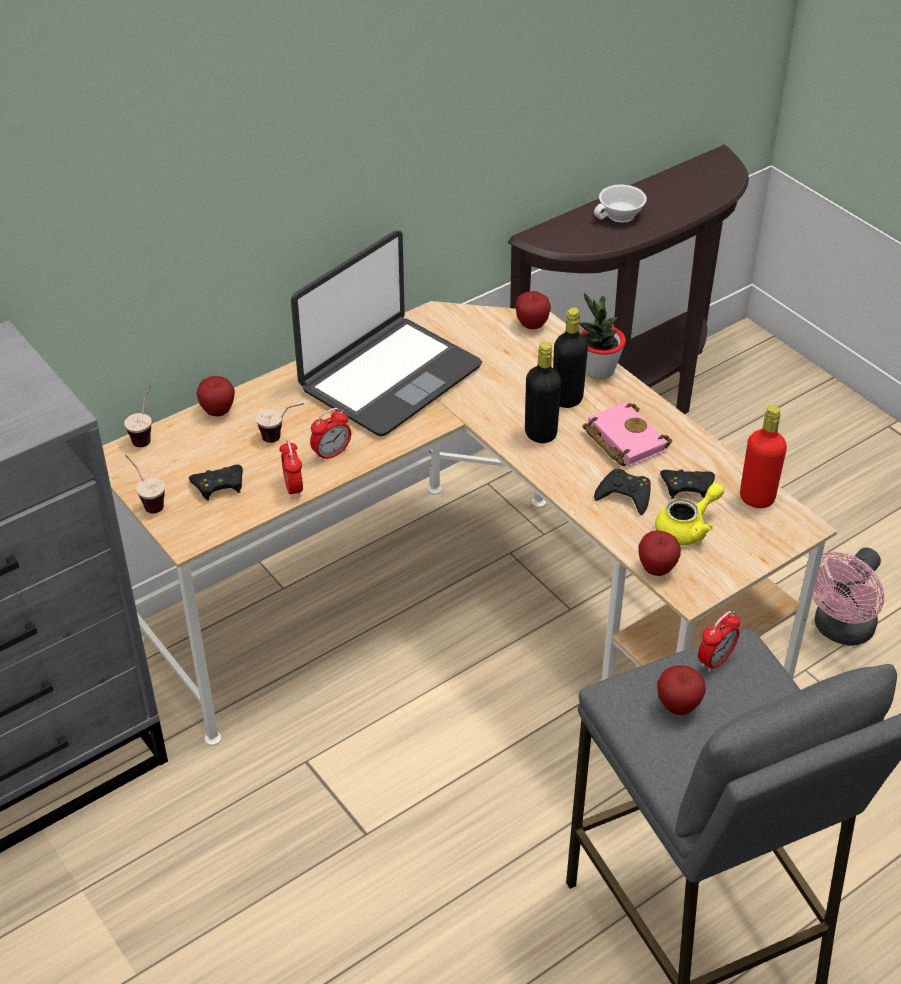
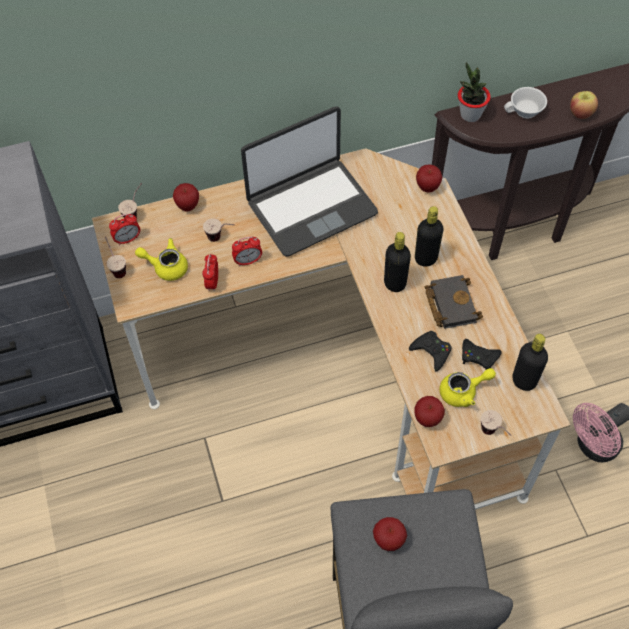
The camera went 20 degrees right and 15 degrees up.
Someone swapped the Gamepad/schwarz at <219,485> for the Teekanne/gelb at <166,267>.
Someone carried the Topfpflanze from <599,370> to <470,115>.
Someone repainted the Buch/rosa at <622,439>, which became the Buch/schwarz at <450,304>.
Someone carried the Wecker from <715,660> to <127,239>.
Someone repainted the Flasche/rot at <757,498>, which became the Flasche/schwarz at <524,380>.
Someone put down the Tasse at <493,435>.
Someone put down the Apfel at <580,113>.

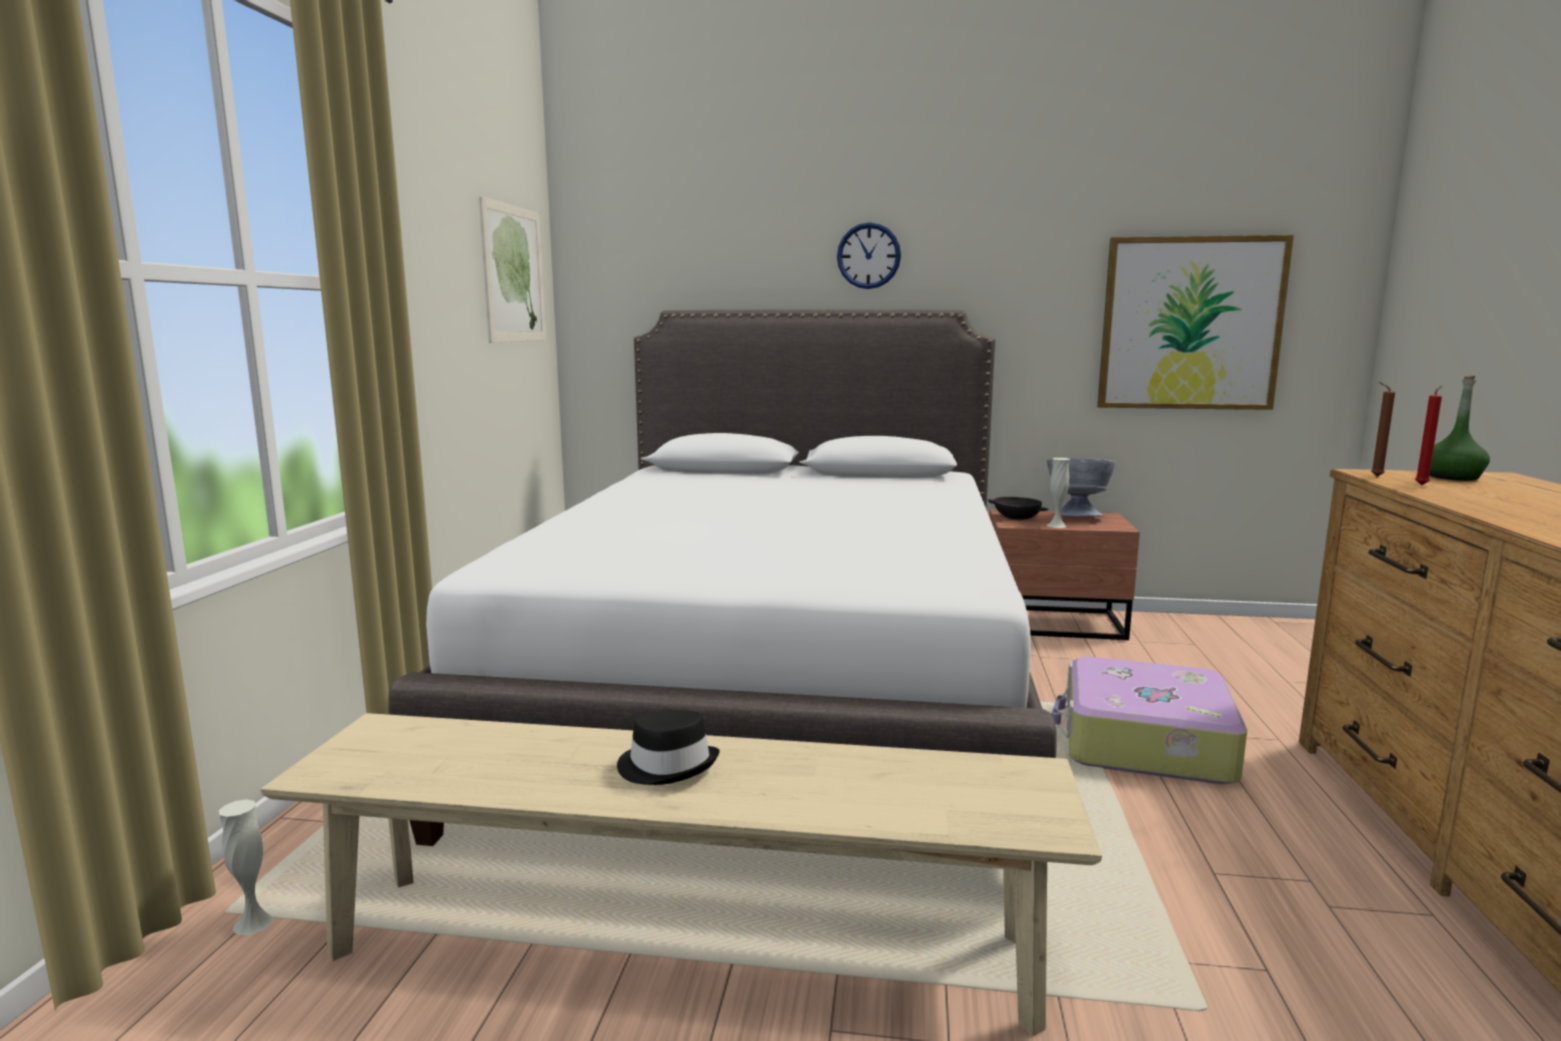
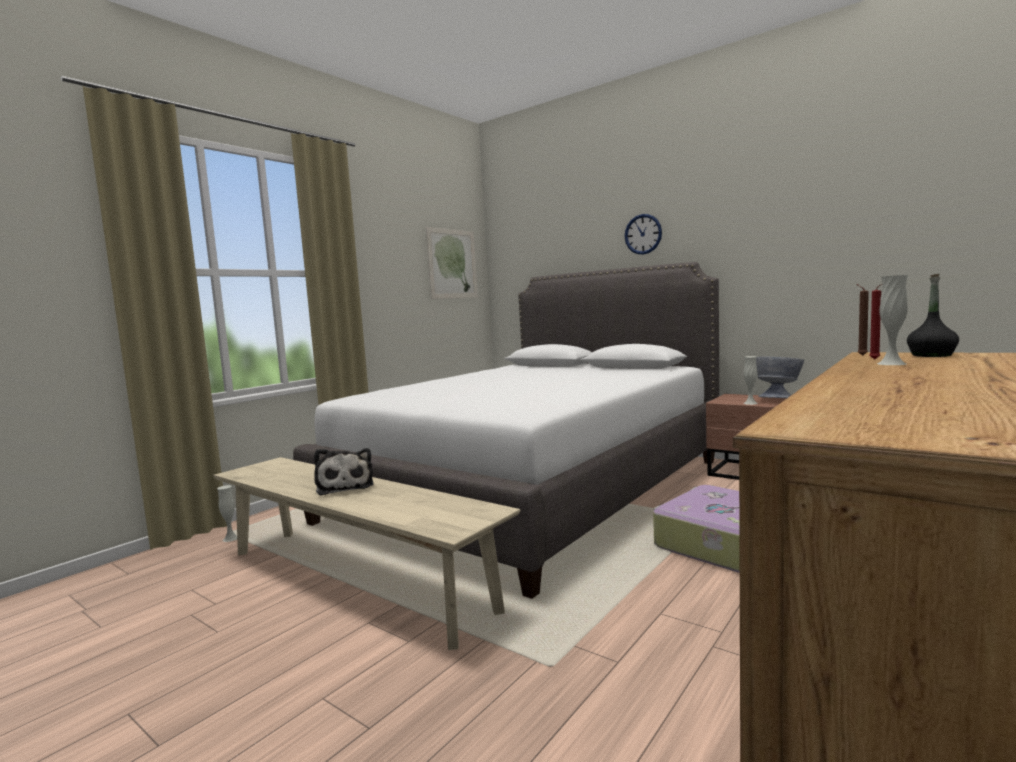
The camera went 30 degrees right and 5 degrees down.
Someone swapped the Hut/schwarz at <667,765> for the Plüschtier at <345,486>.
Someone took away the Schüssel/schwarz at <1017,517>.
Someone took away the Bild at <1190,324>.
Someone repainted the Flasche/grün at <1452,477>, which became the Flasche/schwarz at <931,355>.
Someone put down the Vase/weiß at <891,363>.

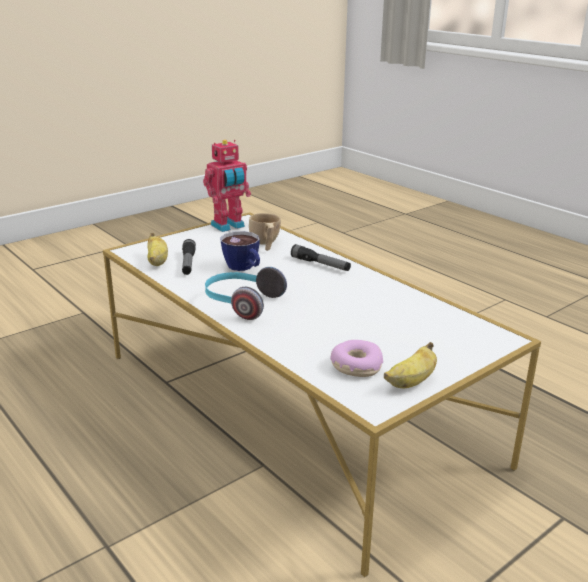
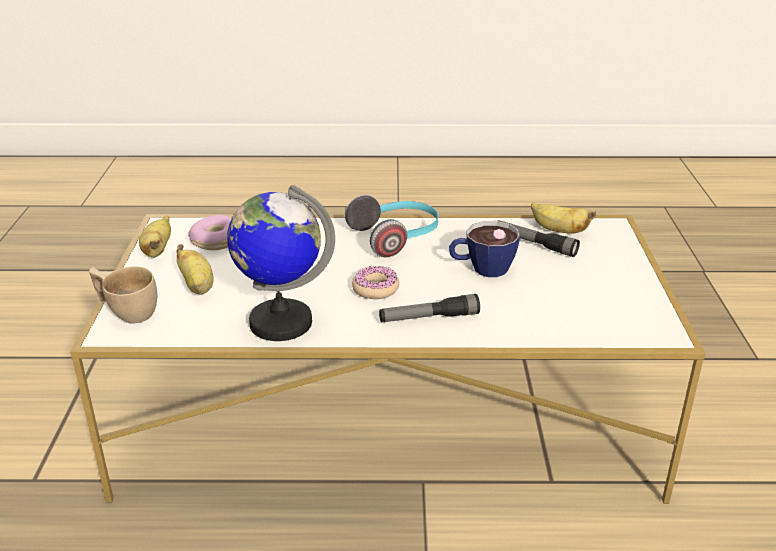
The camera went 130 degrees right and 5 degrees up.
Someone took away the Spielzeugroboter at <229,226>.
Someone carried the Tasse/beige from <265,244> to <127,311>.
Someone put down the Banane at <197,286>.
Someone put down the Globus at <280,322>.
Someone put down the Donut at <375,289>.

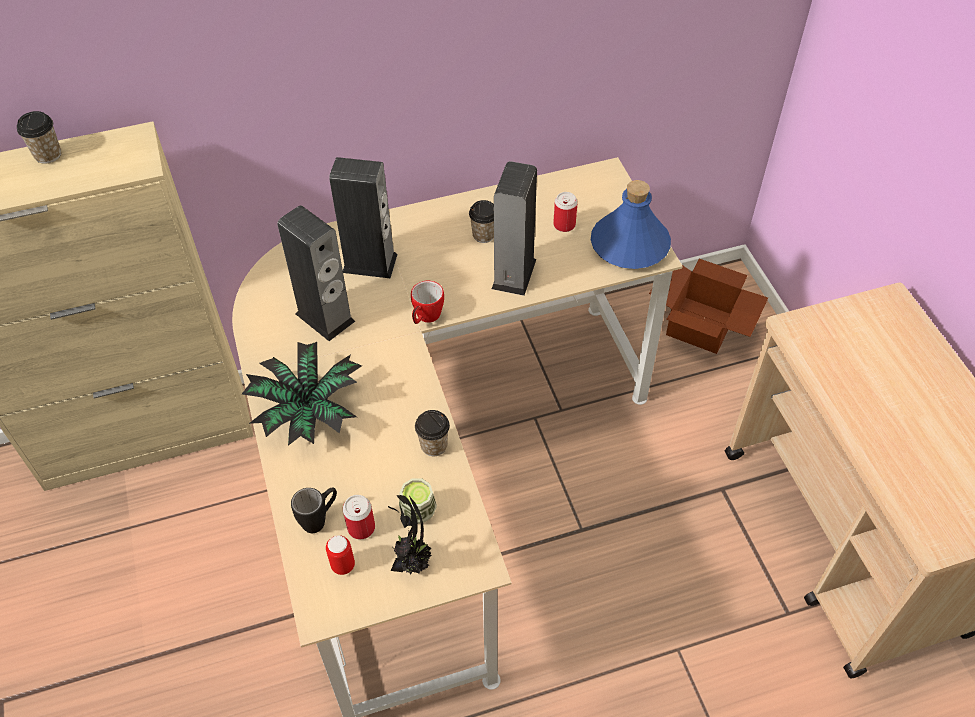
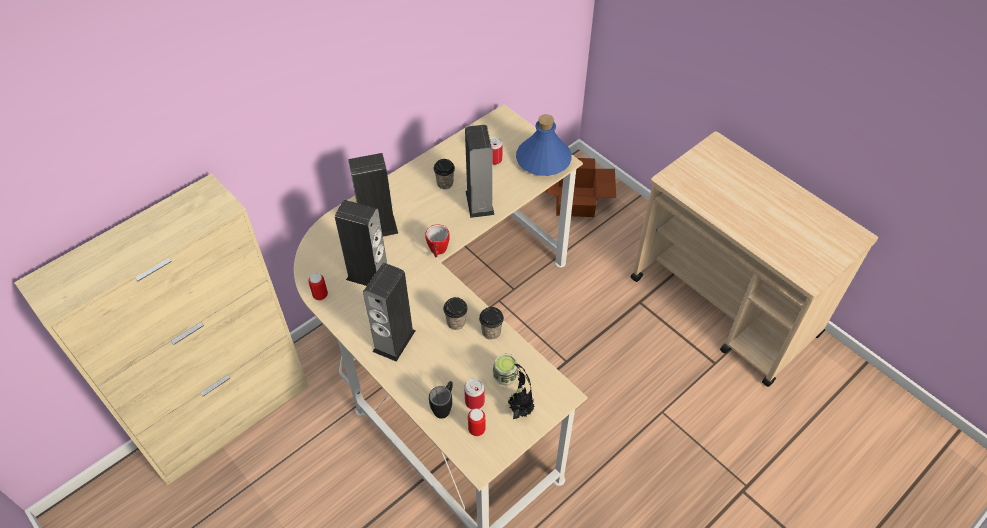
The camera went 25 degrees left and 0 degrees up.
Someone carried the Tasse from <48,155> to <456,322>.
Someone swapped the Topfpflanze at <308,411> for the Lautsprecher at <394,341>.
Someone put down the Dose at <320,295>.

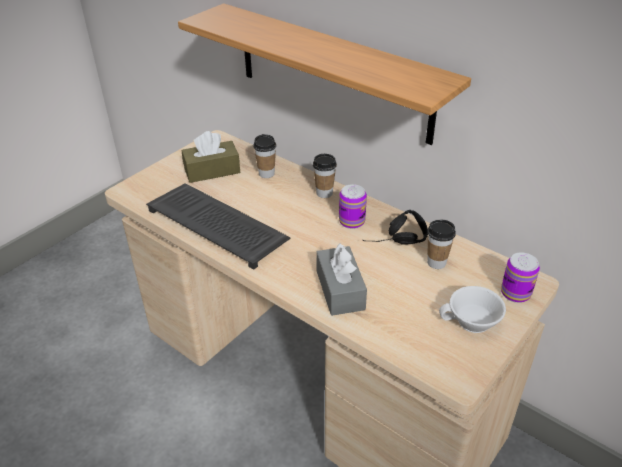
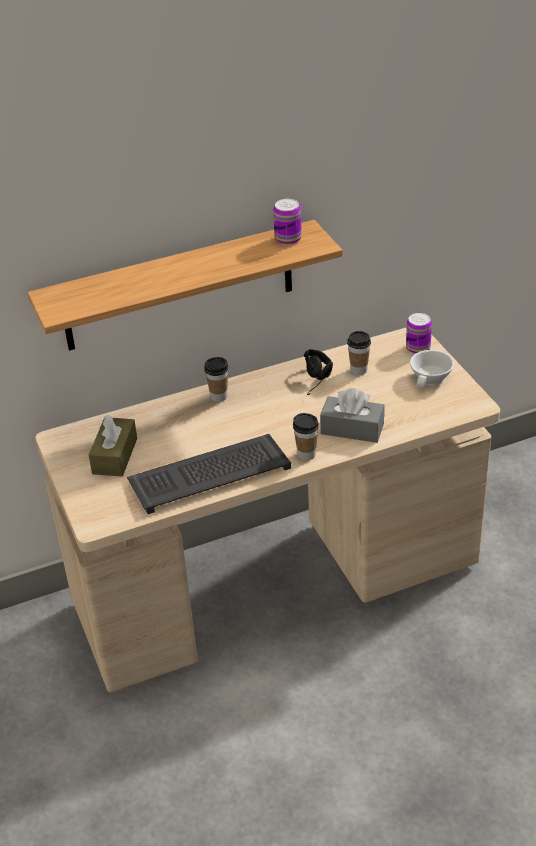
The camera went 60 degrees left and 0 degrees up.
Someone carried the Tasse from <266,174> to <306,454>.
Someone carried the Dose from <352,221> to <288,238>.

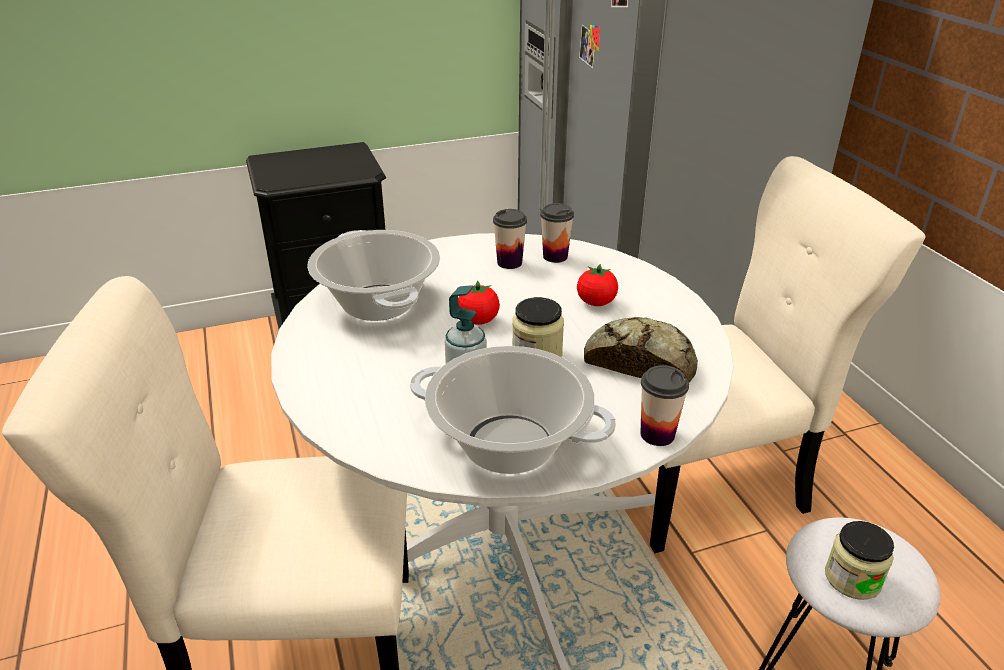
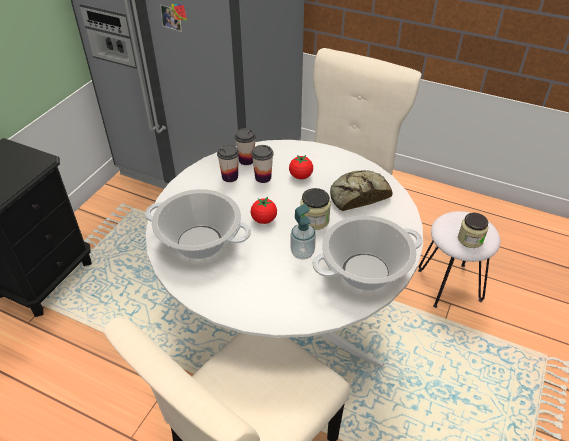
The camera went 45 degrees left and 10 degrees up.
Someone carried the Tasse from <657,434> to <263,177>.

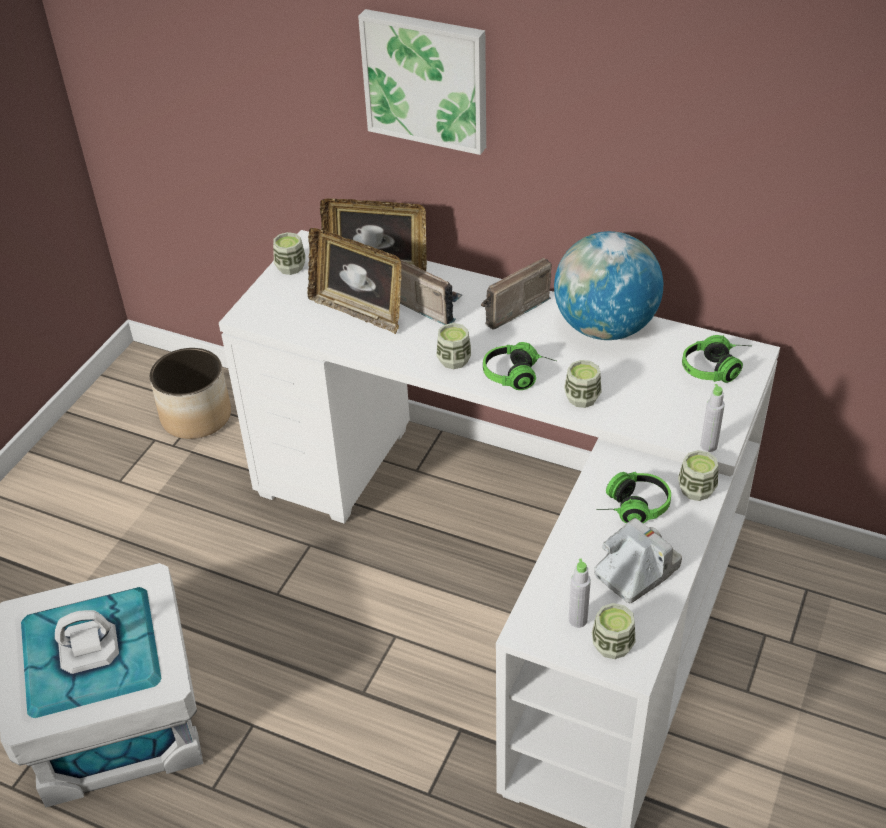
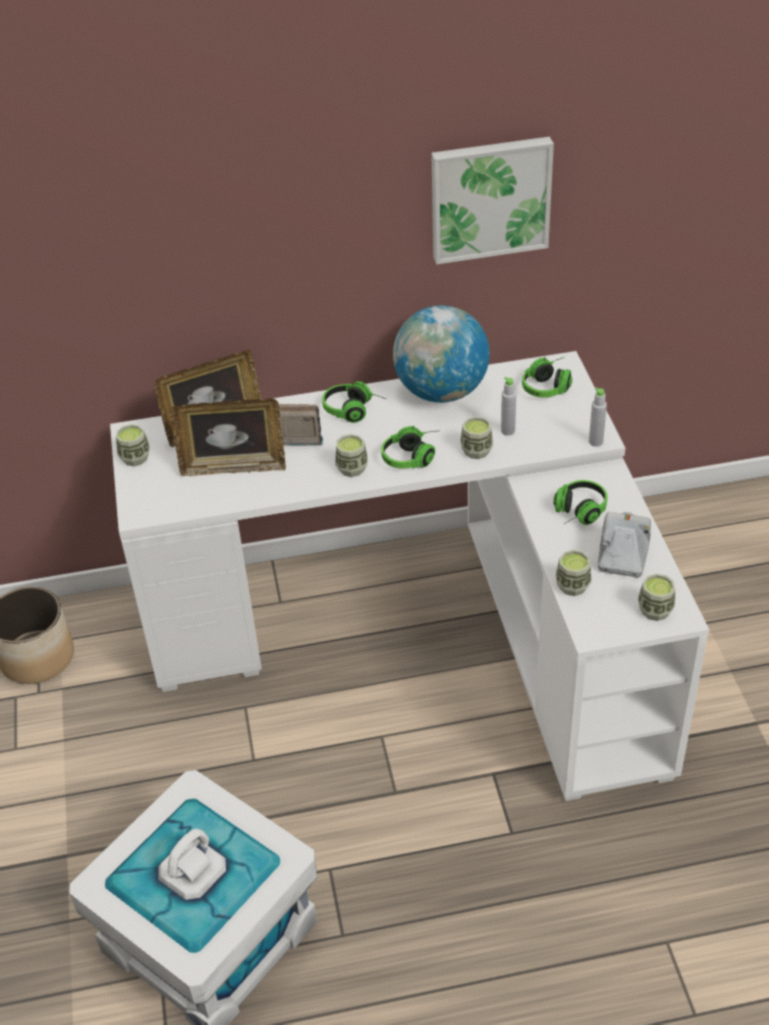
The camera went 35 degrees left and 0 degrees up.
Someone carried the Bild from <427,79> to <489,198>.
Someone swapped the Radio at <508,309> for the Kopfhörer at <354,410>.
Someone carried the Flasche/grau from <577,620> to <507,431>.
Someone carried the Tasse from <696,489> to <572,586>.

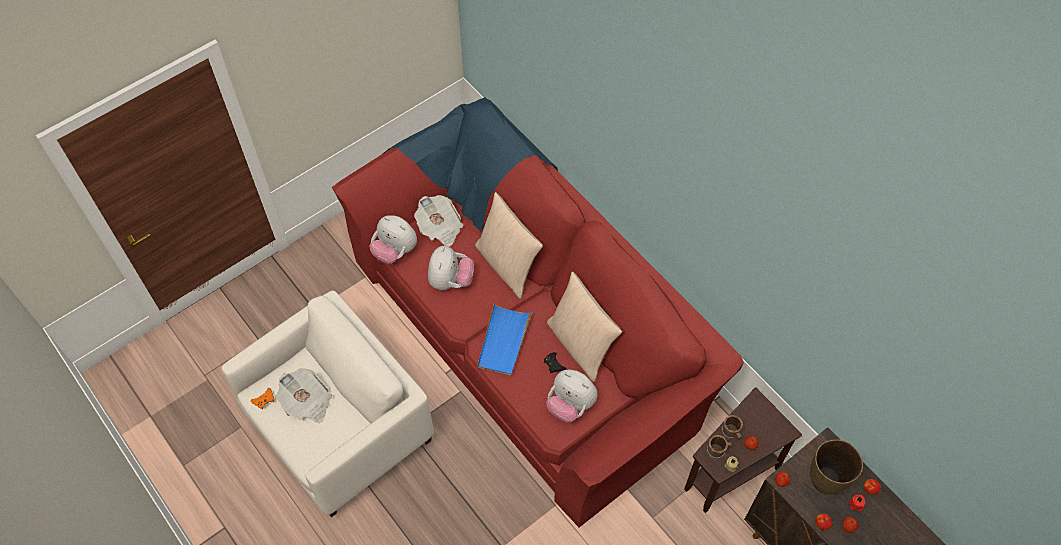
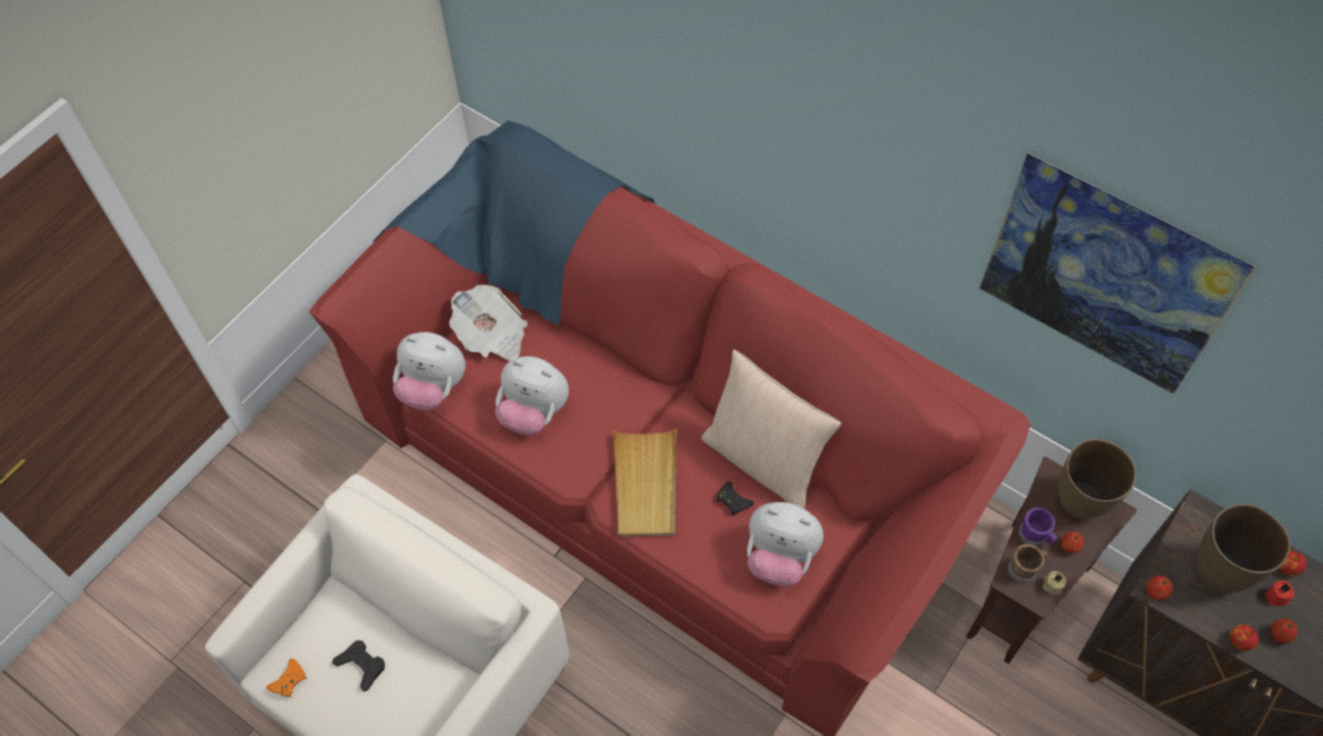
The camera went 15 degrees left and 0 degrees up.
Someone swapped the Zeitung at <307,402> for the Gamepad/schwarz at <361,665>.
Someone rotated the Plüschtier at <451,280> by 120 degrees clockwise.
Someone took away the Kissen/beige at <508,265>.
Someone repainted the Tablett/blau at <503,341>, which became the Tablett/beige at <645,485>.
Someone repainted the Henkelbecher/braun at <731,433>, which became the Henkelbecher/lila at <1035,536>.
Someone put up the Bild at <1088,310>.
Someone put down the Vase/braun at <1080,503>.

